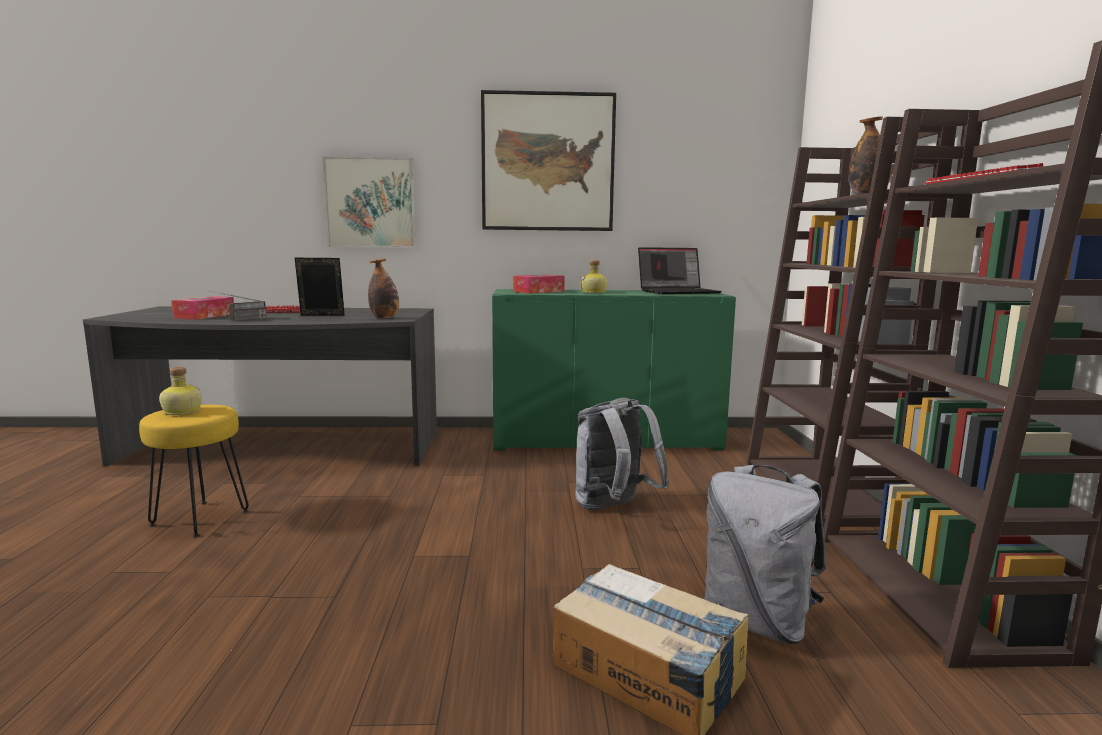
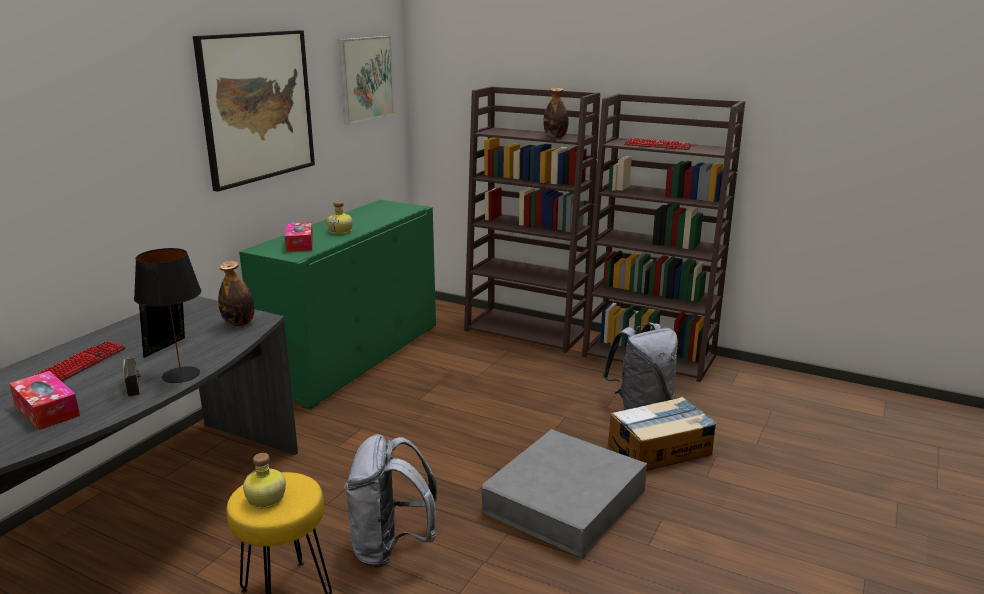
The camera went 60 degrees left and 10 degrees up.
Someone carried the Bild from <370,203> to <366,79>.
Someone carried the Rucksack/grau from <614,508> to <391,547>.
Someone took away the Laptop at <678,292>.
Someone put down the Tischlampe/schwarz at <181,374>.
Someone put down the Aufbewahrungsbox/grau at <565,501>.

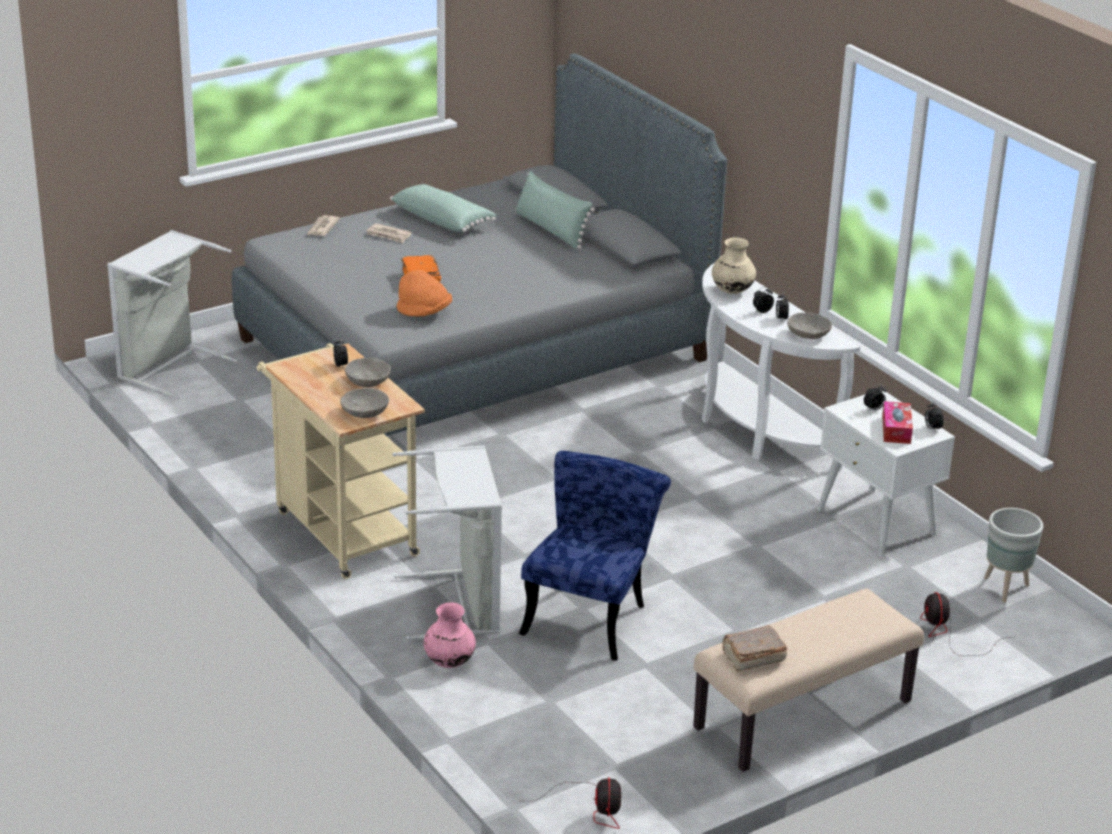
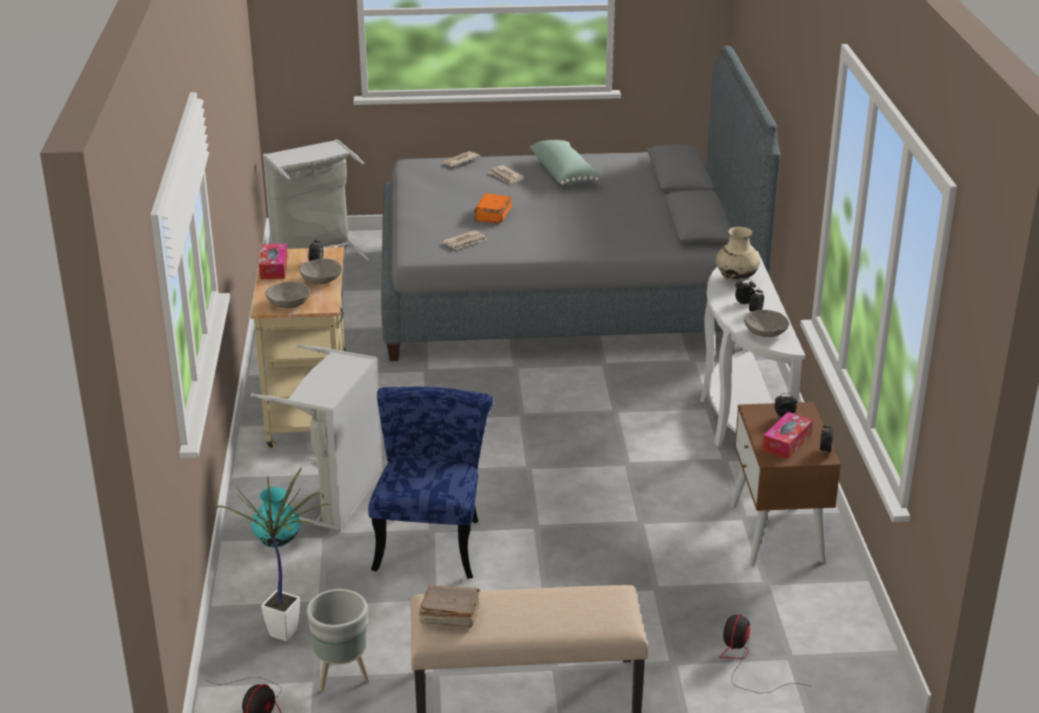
The camera went 30 degrees right and 0 degrees up.
Someone swapped the Hut/orange at <424,312> for the Zeitung at <465,242>.
Someone repainted the Vase/rosa at <449,662>, which became the Vase/türkis at <277,542>.
Someone took away the Kissen/grün at <551,230>.
Someone rotated the Stuhl/blau at <590,615> by 45 degrees counterclockwise.
Someone repainted the Nachttisch/weiß at <877,521>, which became the Nachttisch/braun at <777,533>.
Someone carried the Pflanzkübel/grau from <1005,588> to <342,676>.
Someone put down the Topfpflanze at <289,631>.
Someone put down the Taschentuchbox at <274,268>.

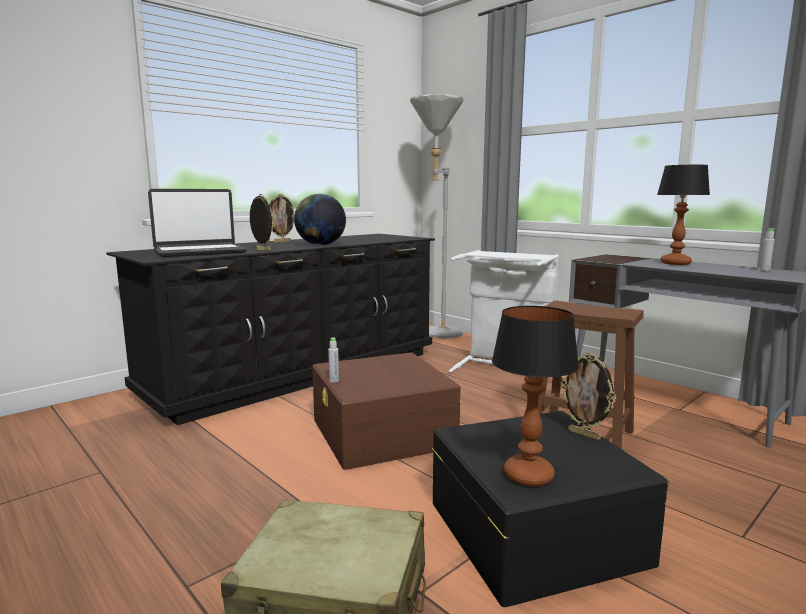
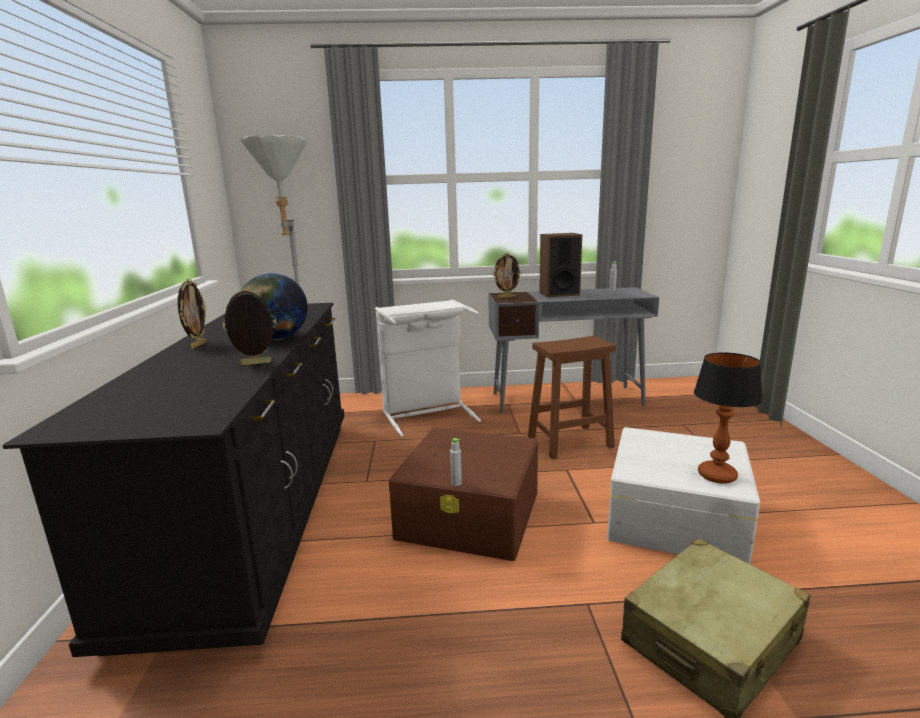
The camera went 50 degrees left and 5 degrees up.
Someone took away the Laptop at <199,252>.
Someone repainted the Aufbewahrungsbox/schwarz at <534,530>, which became the Aufbewahrungsbox/weiß at <674,517>.
Someone carried the Bilderrahmen from <584,434> to <507,297>.
Someone swapped the Tischlampe at <676,263> for the Lautsprecher at <559,294>.

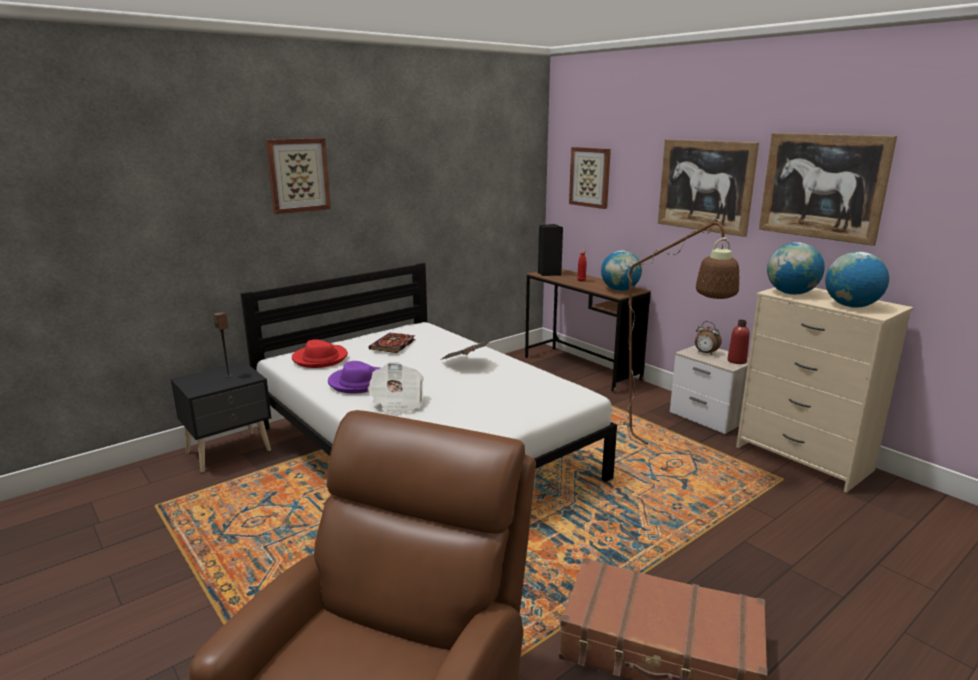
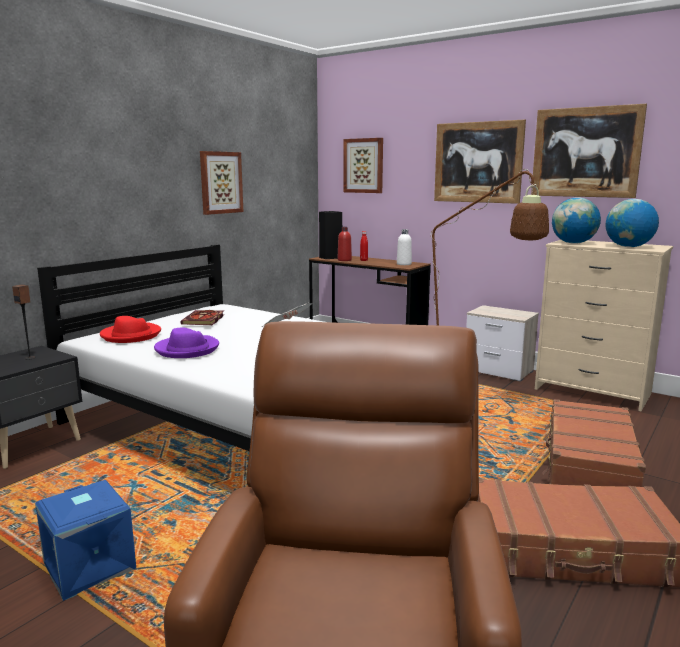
The camera went 15 degrees left and 5 degrees down.
Someone carried the Bild from <298,175> to <220,182>.
Someone took away the Zeitung at <397,404>.
Someone swapped the Globus at <620,290> for the Flasche/weiß at <404,264>.
Someone took away the Wecker at <705,353>.
Someone carried the Flasche/rot from <736,361> to <344,260>.
Someone put down the Aufbewahrungsbox/blau at <87,567>.
Someone put down the Koffer/braun at <588,463>.

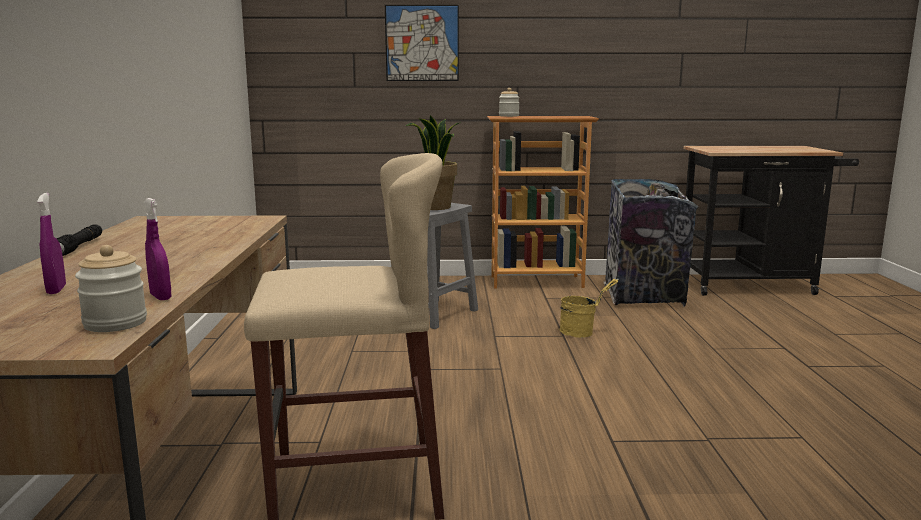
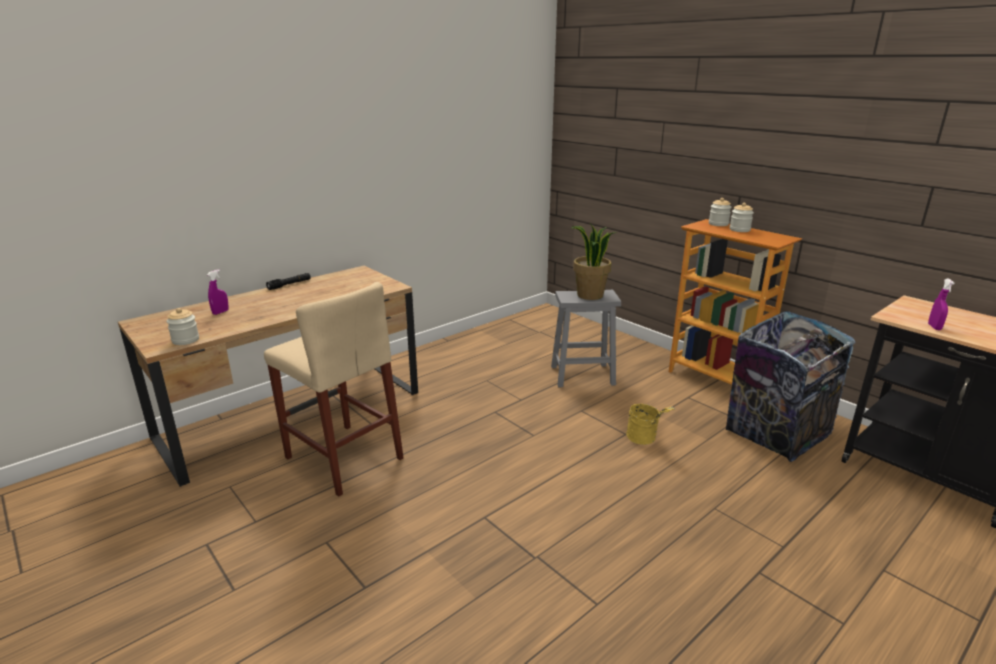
The camera went 50 degrees right and 10 degrees up.
Someone carried the Sprühflasche/lila from <160,297> to <934,327>.
Someone took away the Bild at <422,43>.
Someone put down the Vorratsglas at <739,230>.

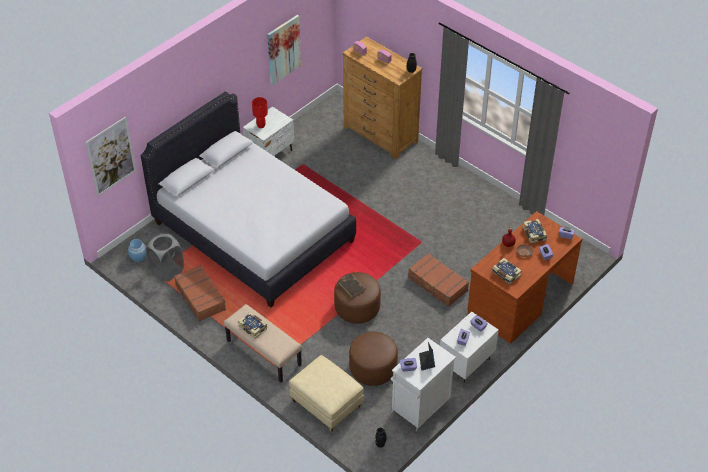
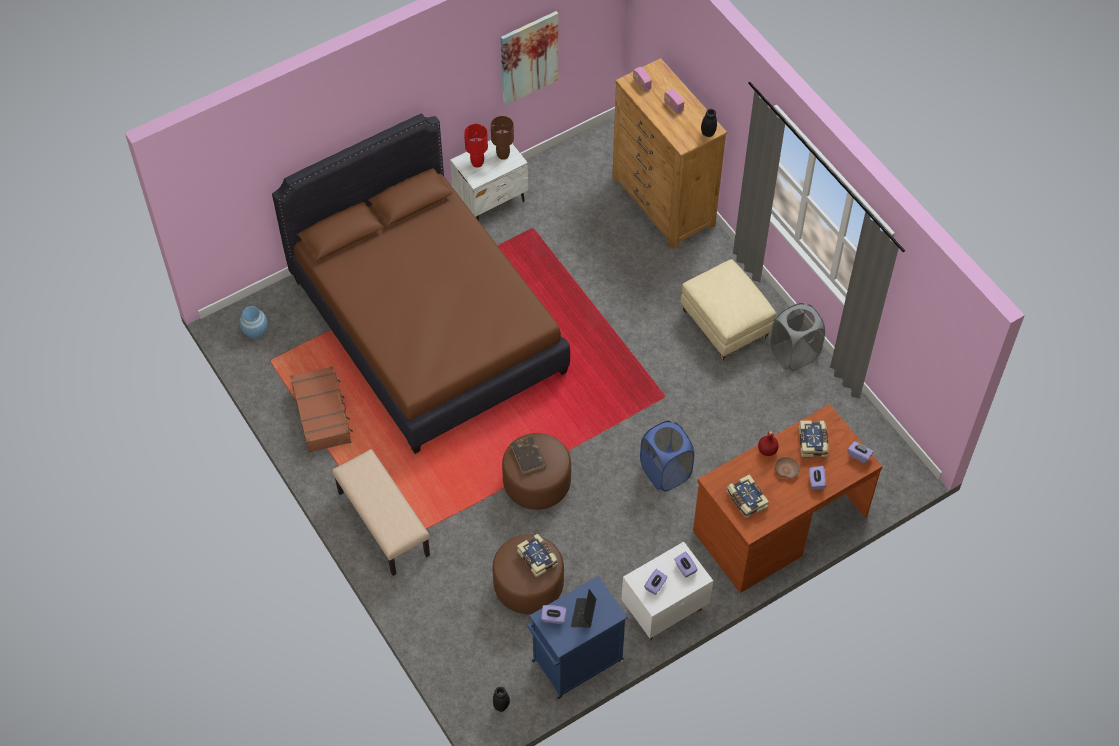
The camera went 15 degrees right and 10 degrees up.
Someone took away the Bild at <111,156>.
Someone repainted the Bett/weiß at <253,232>, which became the Bett/braun at <427,325>.
Someone carried the Wäschekorb/grau from <167,271> to <794,354>.
Someone carried the Buch from <253,327> to <538,558>.
Someone carried the Polsterhocker/beige from <327,404> to <726,323>.
Someone repainted the Schrank/weiß at <420,407>, which became the Schrank/blau at <576,662>.
Someone swapped the Koffer/braun at <437,284> for the Wäschekorb/blau at <665,472>.
Someone put down the Tischlampe/braun at <503,155>.

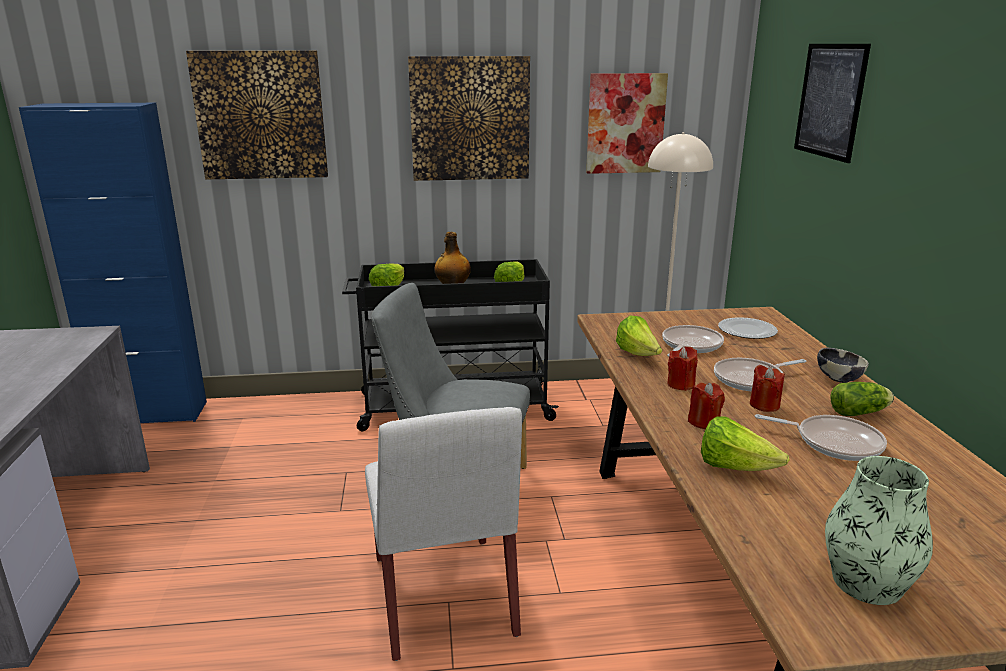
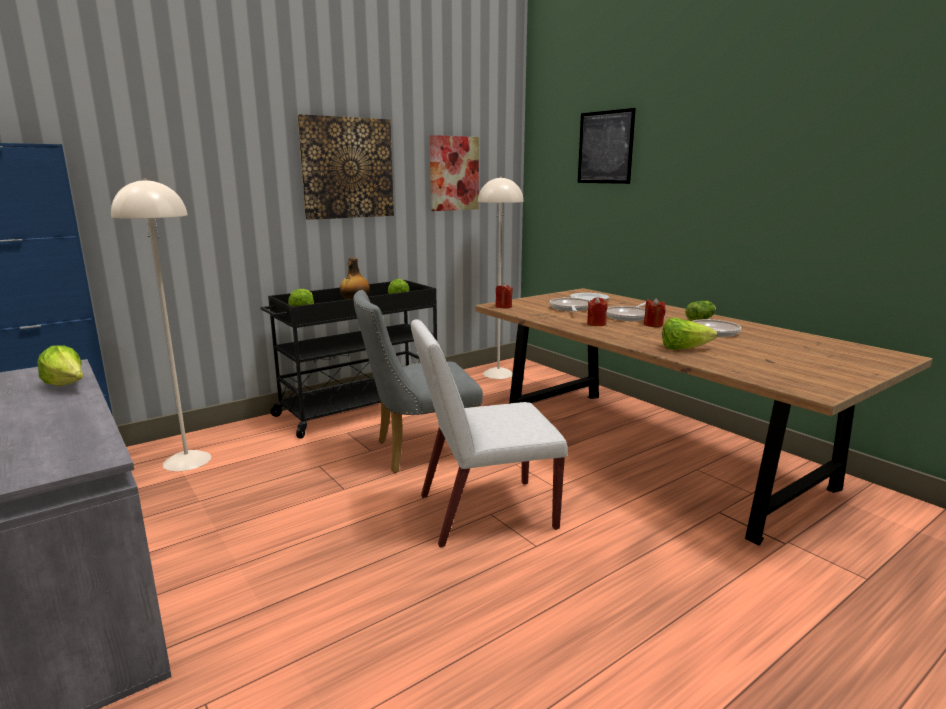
The camera went 30 degrees left and 5 degrees down.
Someone took away the Bild at <260,115>.
Someone rotated the Stuhl/weiß at <444,597> by 120 degrees clockwise.
Someone carried the Salatkopf from <638,355> to <67,386>.
Someone carried the Kerze/rot from <704,422> to <503,307>.
Someone took away the Schüssel at <838,379>.
Someone took away the Vase at <866,582>.
Someone put down the Stehlampe/beige at <187,460>.

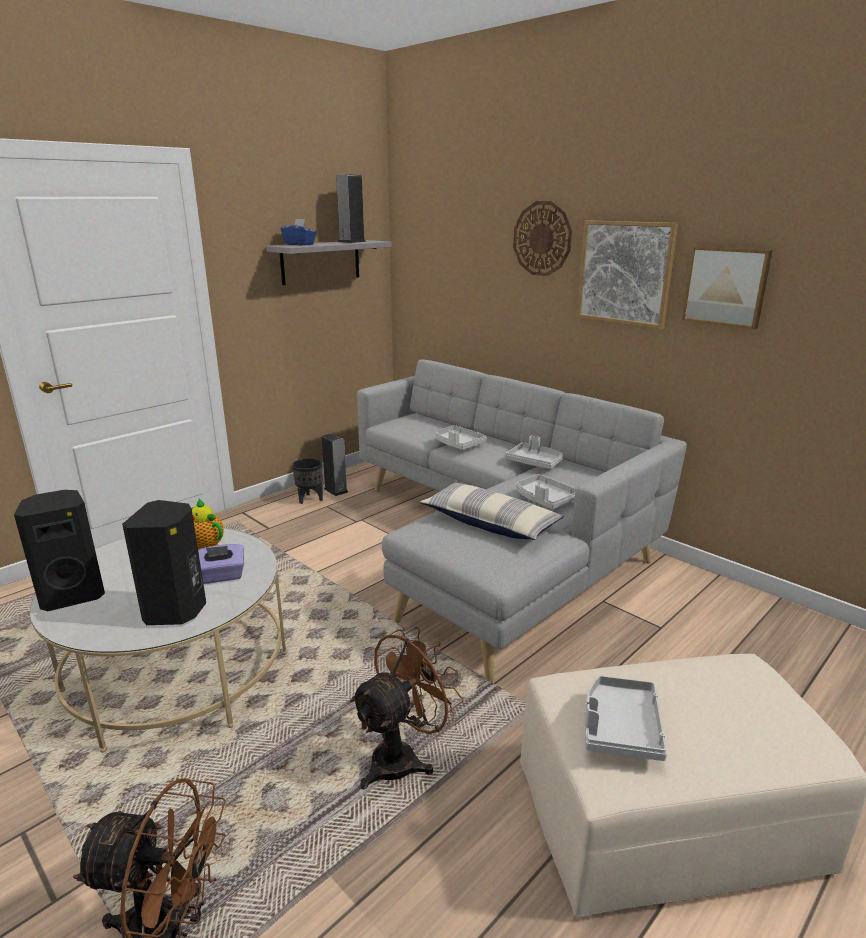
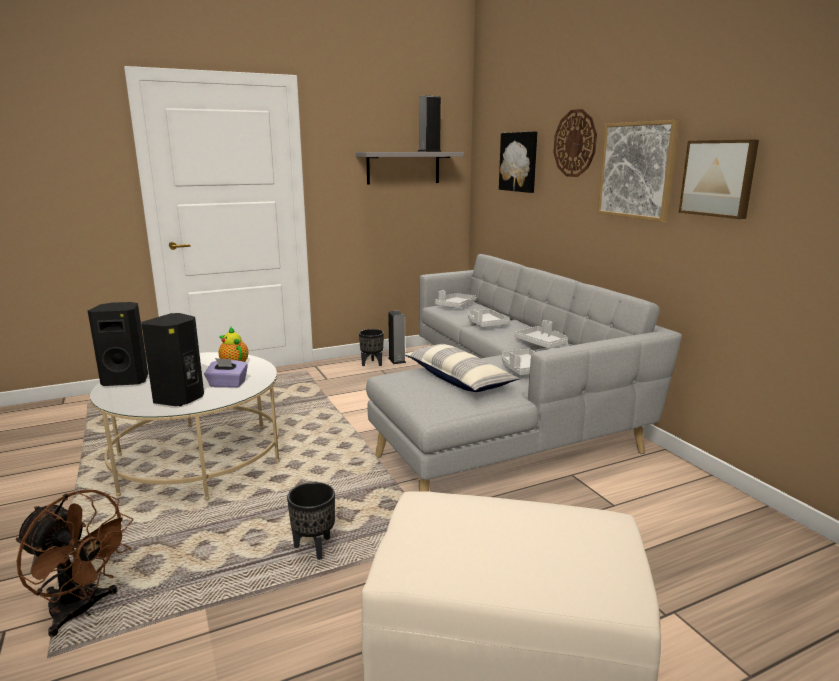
The camera went 20 degrees right and 5 degrees down.
Someone took away the Taschentuchbox/blau at <299,244>.
Someone swapped the Ventilator/braun at <403,757> for the Pflanzkübel/schwarz at <314,548>.
Someone carried the Tablett/grau from <620,727> to <455,306>.
Someone put up the Bild at <519,162>.

